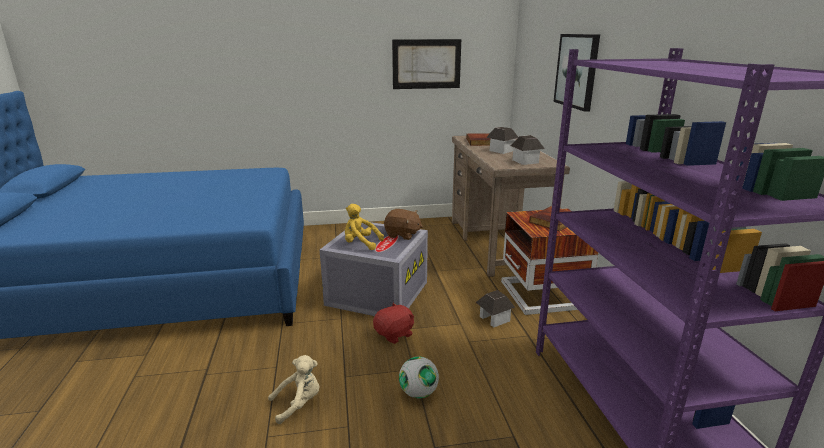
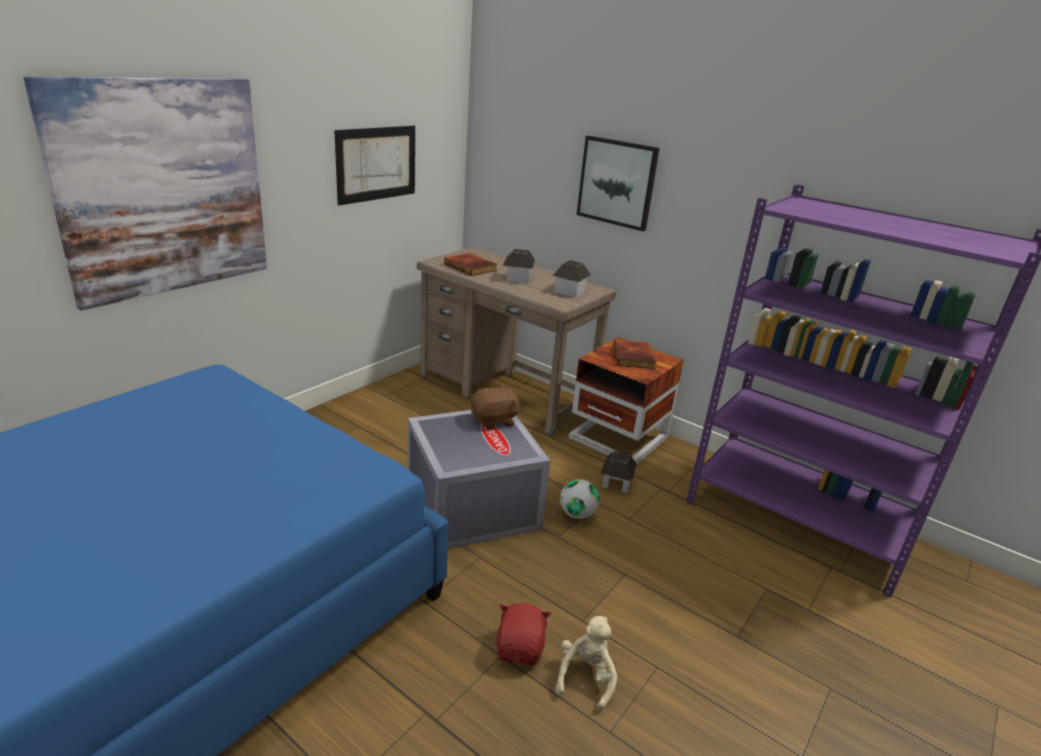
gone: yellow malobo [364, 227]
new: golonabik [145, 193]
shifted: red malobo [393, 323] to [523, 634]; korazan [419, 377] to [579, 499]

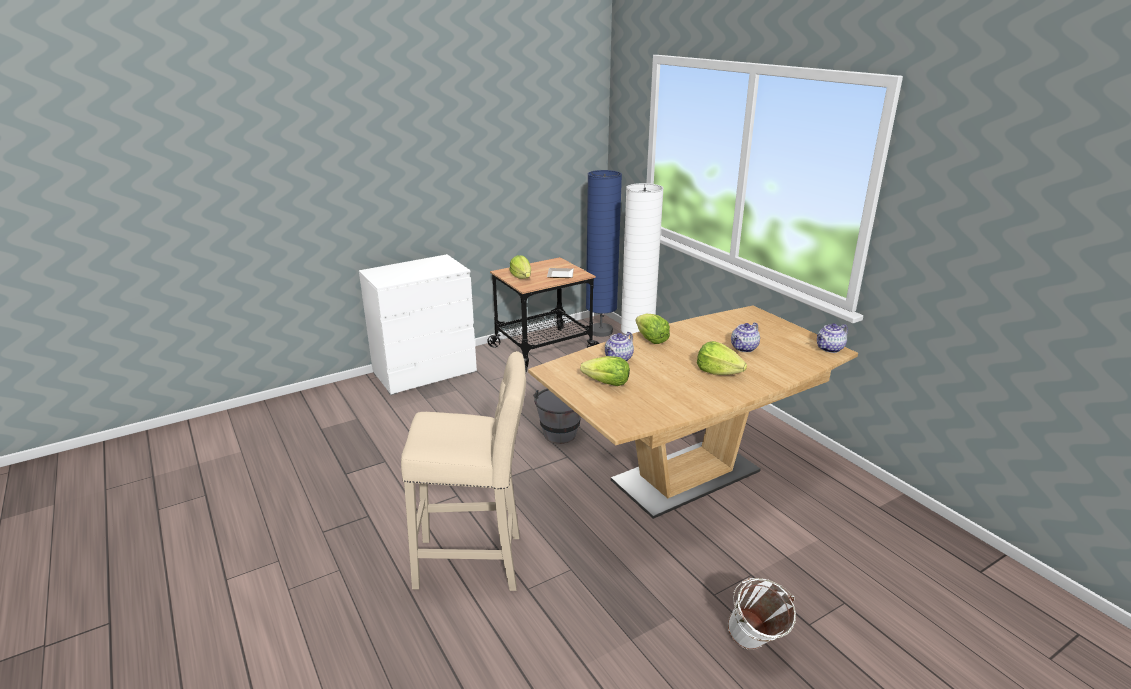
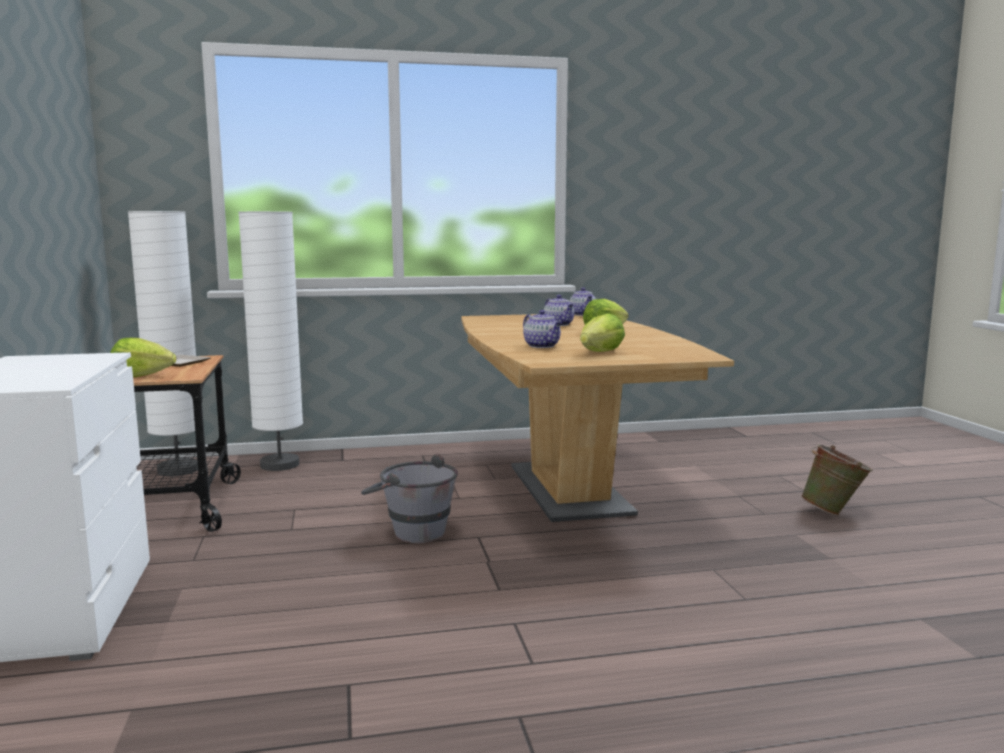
gone: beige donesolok [463, 471]; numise [653, 329]
repainted: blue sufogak [604, 253] to white sufogak [163, 344]; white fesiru [761, 614] to green fesiru [837, 480]

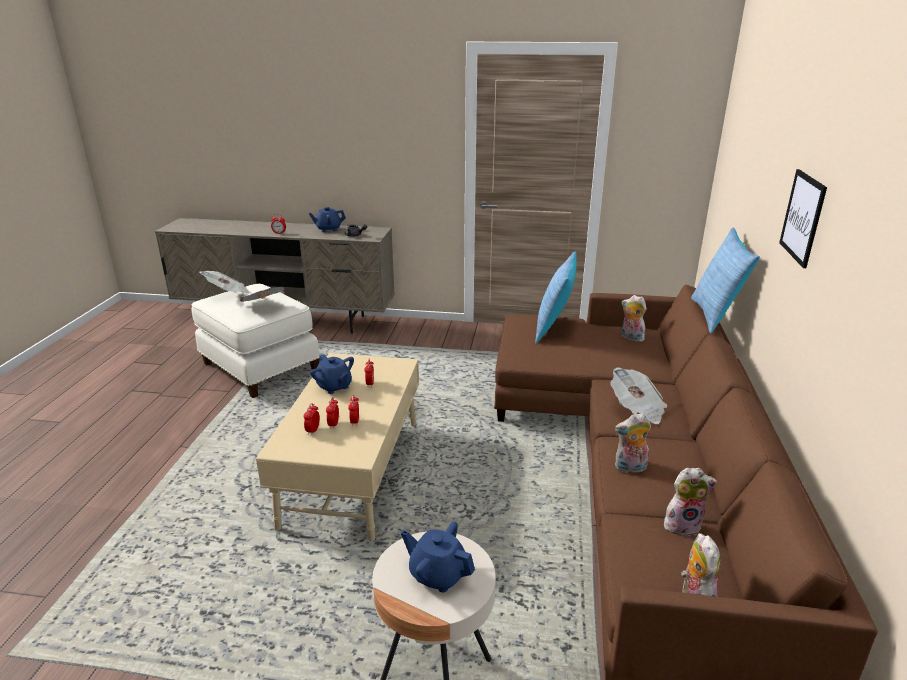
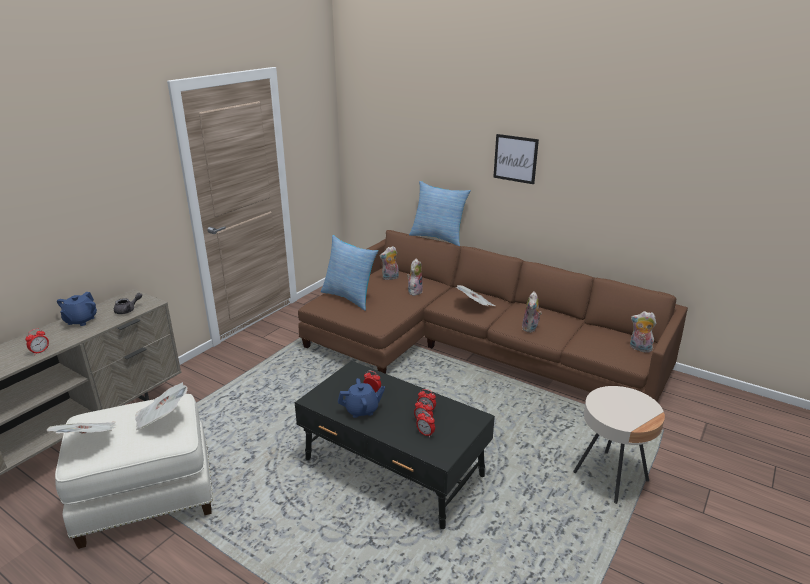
gone: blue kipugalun [438, 557]
shifted: malobo [690, 502] to [415, 277]
repainted: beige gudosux [337, 447] to black gudosux [395, 445]

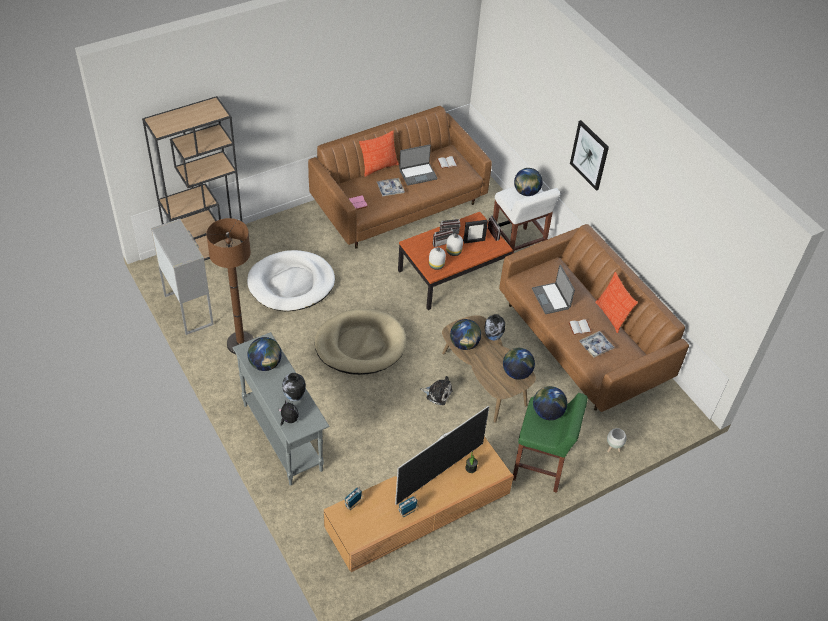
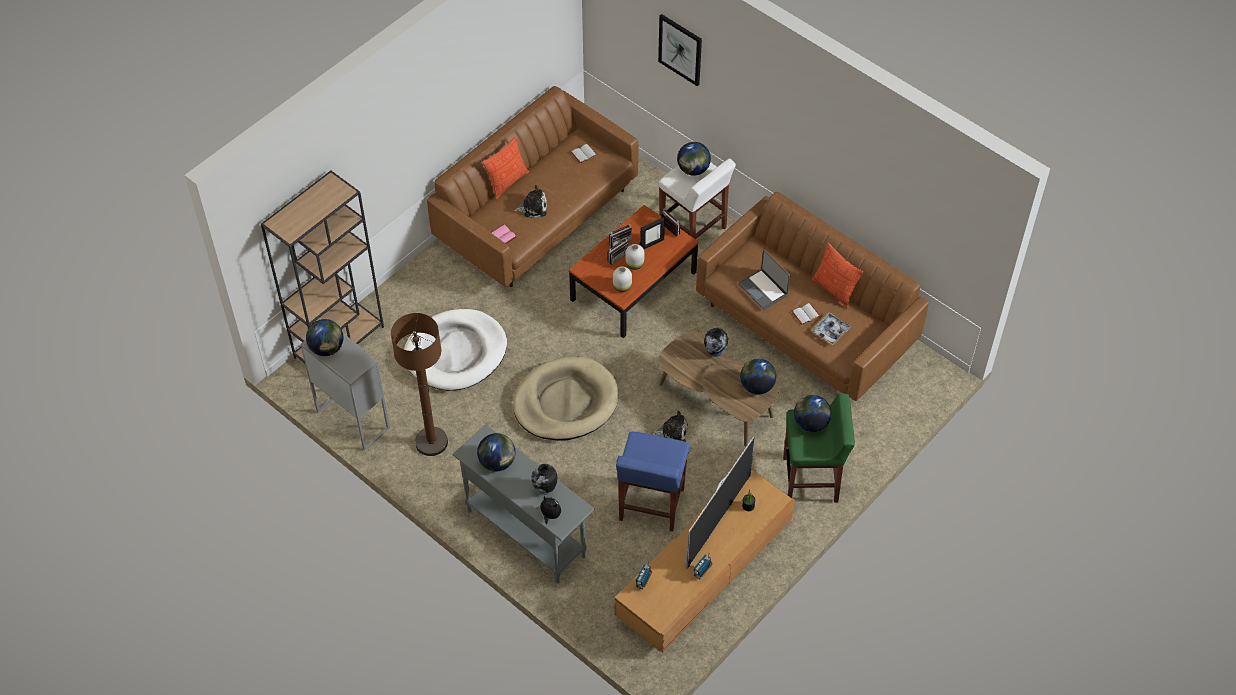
gone: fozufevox [418, 165]; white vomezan [616, 440]
new: blue donesolok [652, 481]
shifted: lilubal [465, 334] to [324, 337]; golonabik [589, 155] to [680, 50]
swapped: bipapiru [391, 187] to malobo [530, 201]

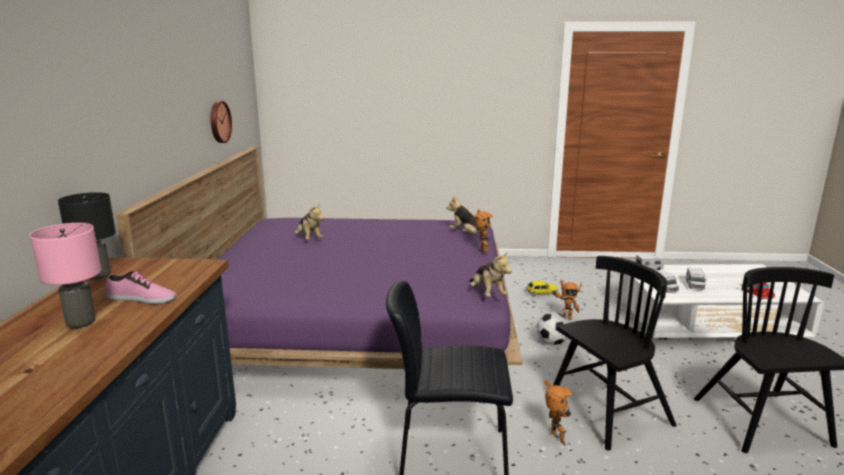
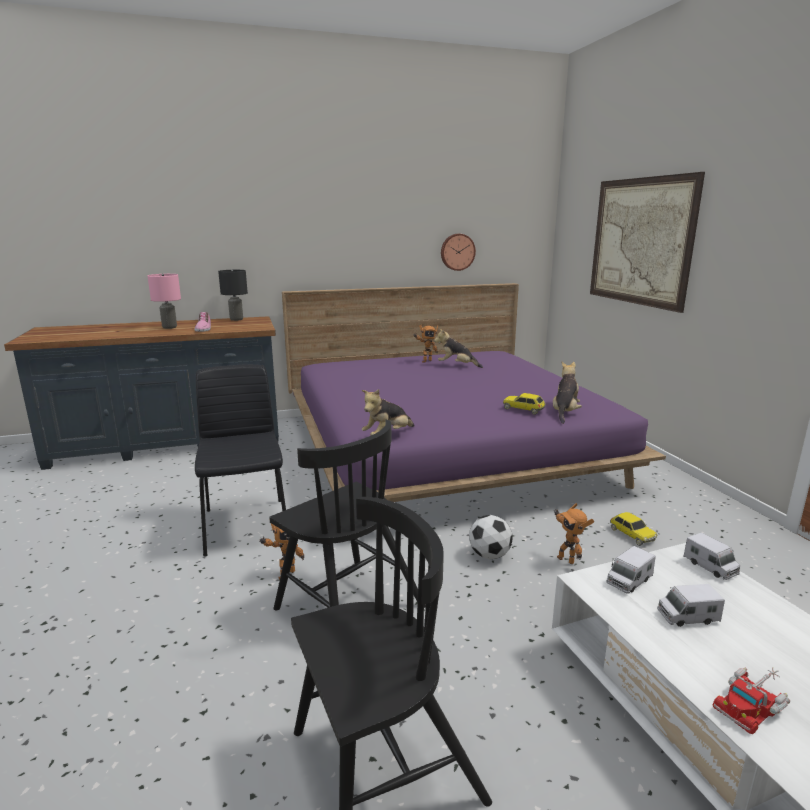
new: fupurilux [524, 404]; golonabik [647, 242]
shifted: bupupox [484, 231] to [426, 343]
rotated: malobo [309, 222] = [458, 348] 75 degrees clockwise

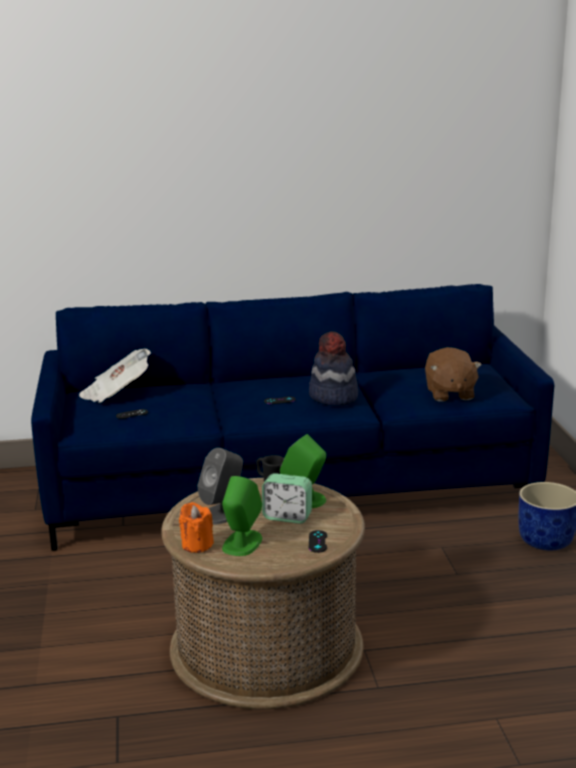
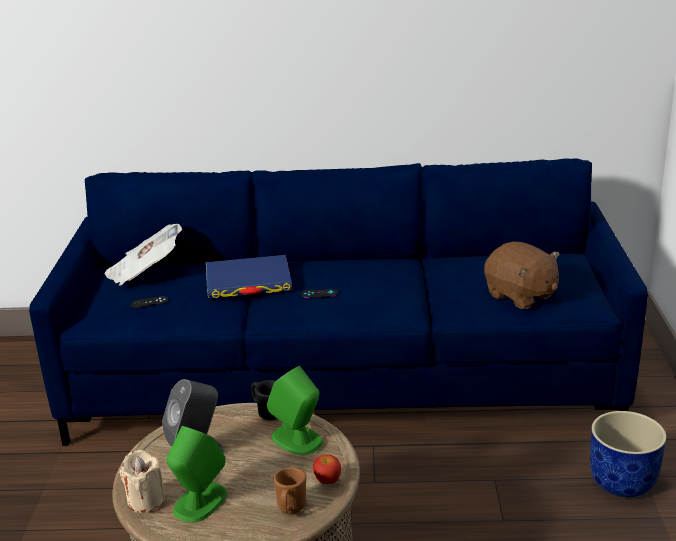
gone: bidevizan [287, 498]; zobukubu [333, 368]
new: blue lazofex [249, 276]; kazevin [327, 469]
swapped: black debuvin [318, 541] to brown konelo [290, 490]
repainted: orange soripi [196, 527] to beige soripi [143, 481]
rotated: brown malobo [453, 374] = [521, 275] 45 degrees counterclockwise

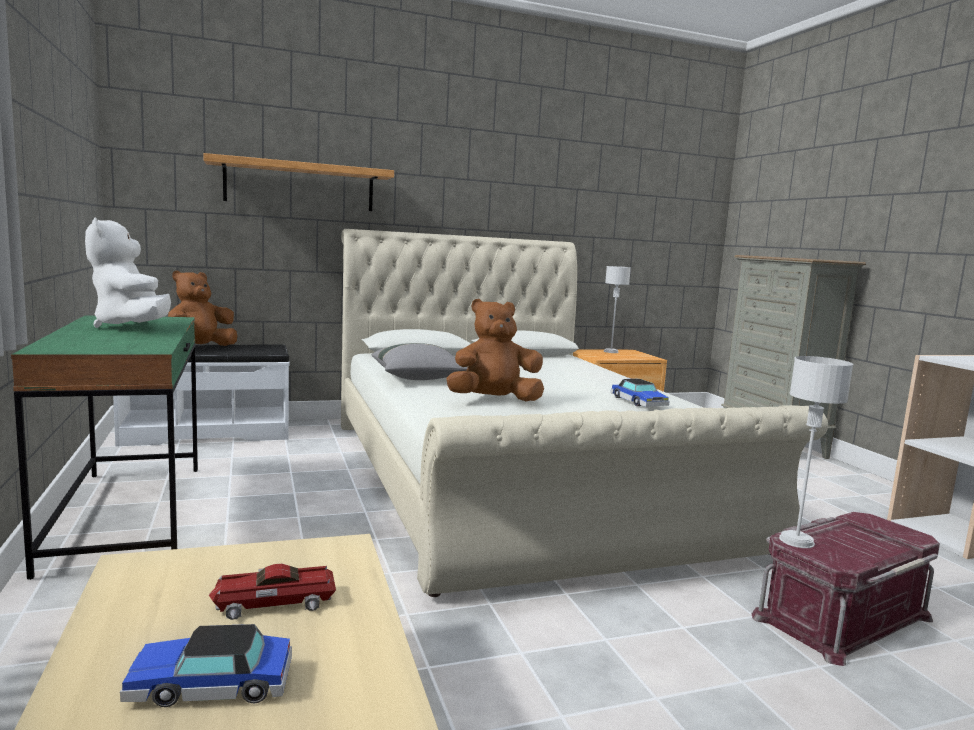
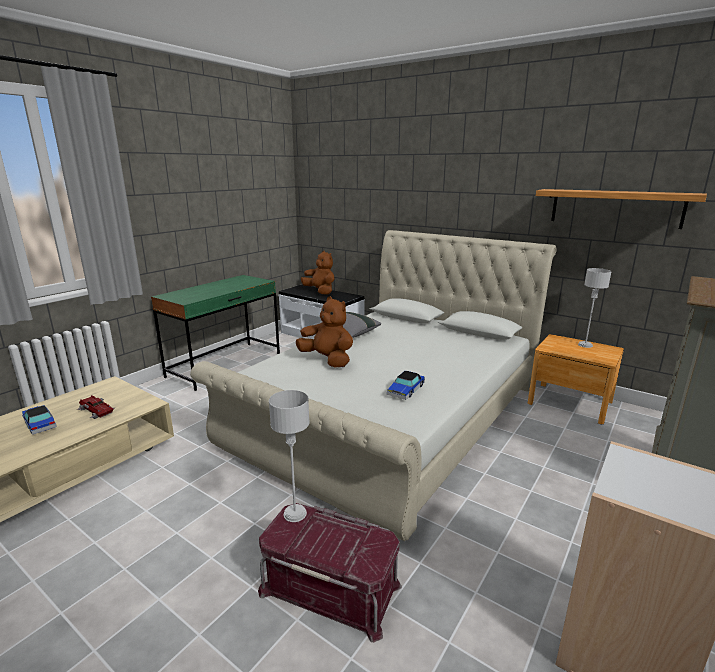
gone: white malobo [128, 273]
shifted: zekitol [299, 182] to [621, 209]
rotated: brown malobo [202, 308] = [318, 273] 45 degrees clockwise

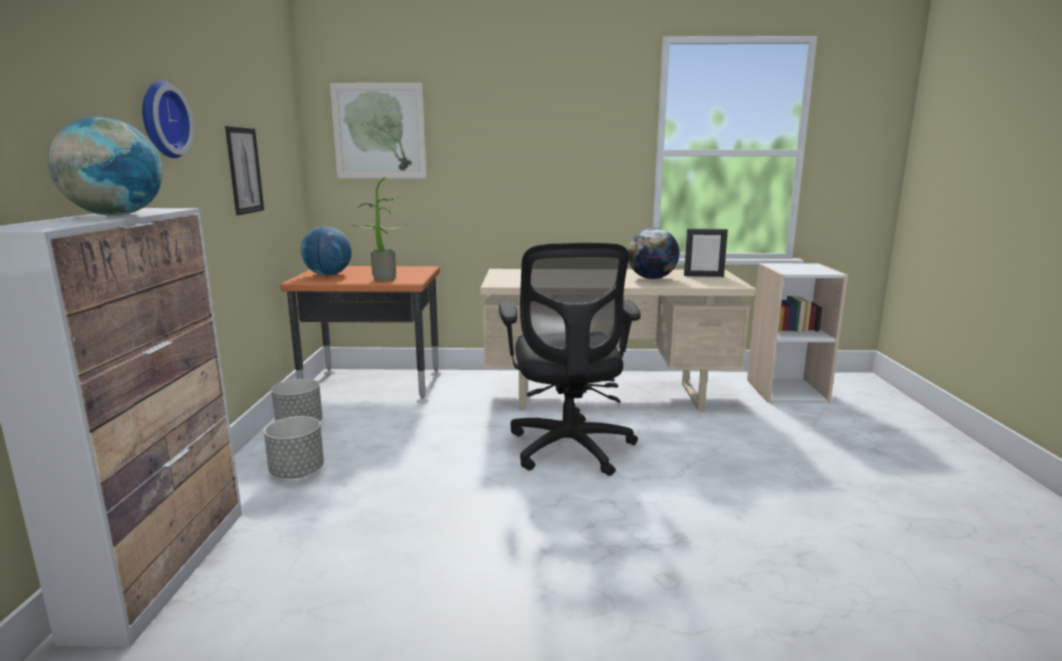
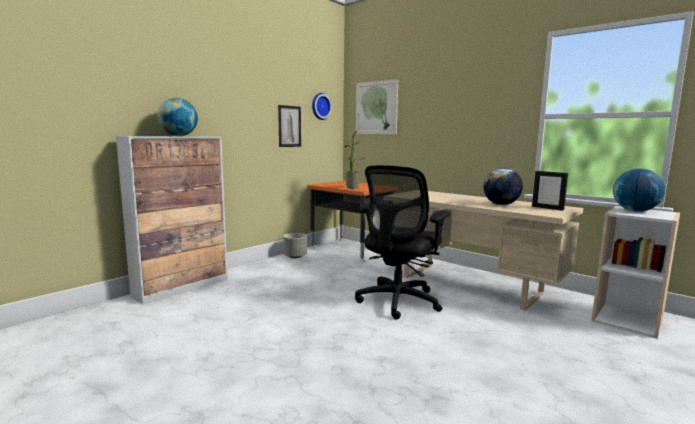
gone: grey vomezan [294, 447]
shifted: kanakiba [168, 119] to [322, 106]; lilubal [326, 251] to [639, 190]

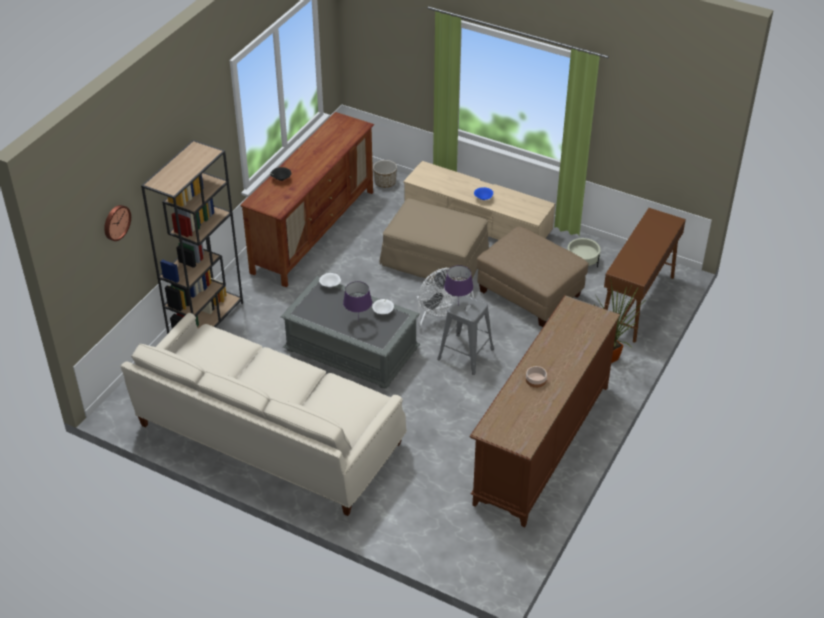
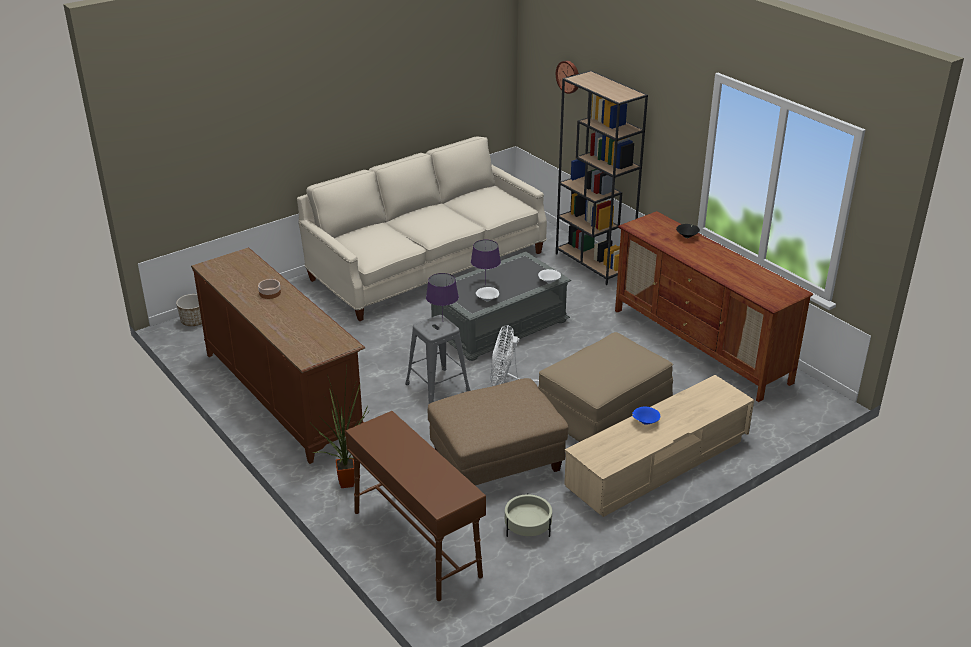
shifted: vomezan [385, 174] to [189, 310]

